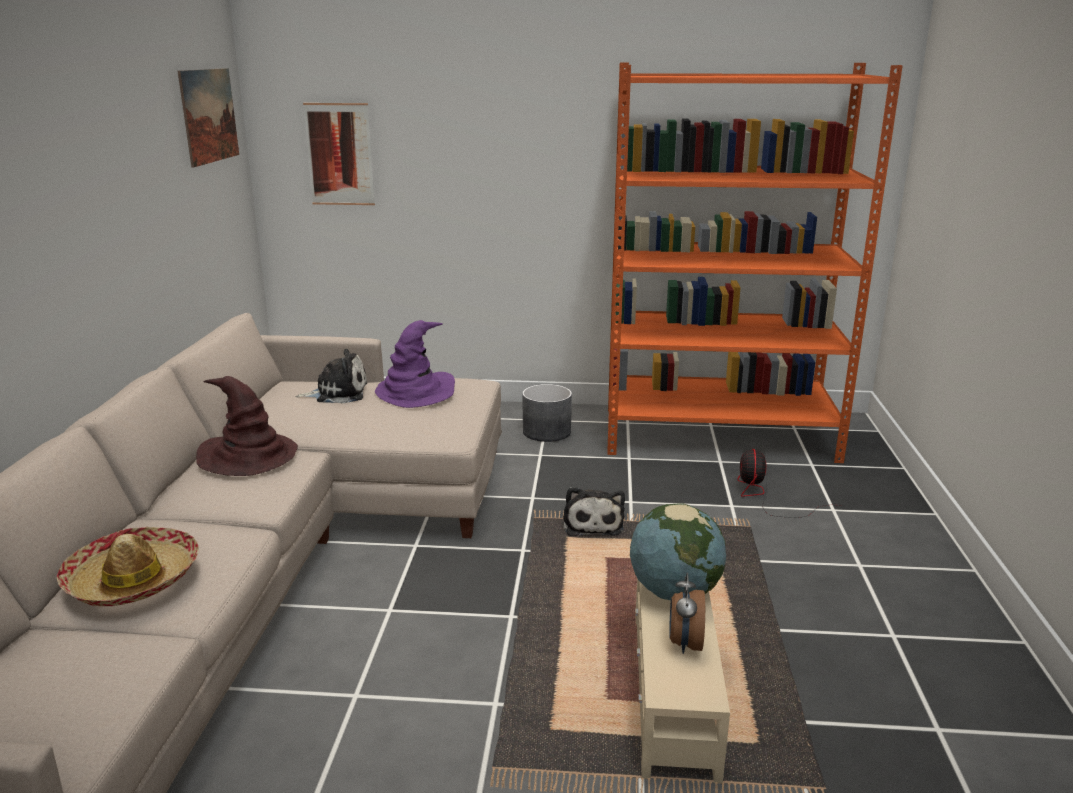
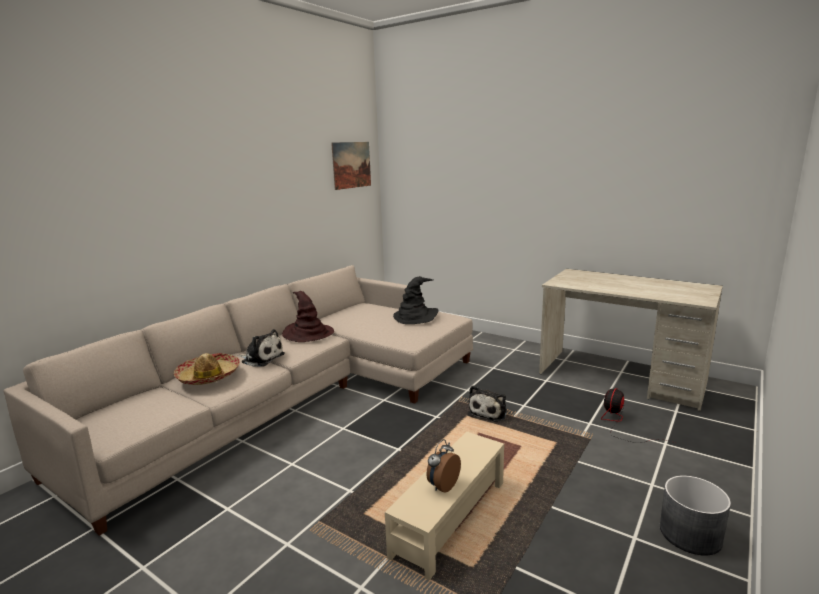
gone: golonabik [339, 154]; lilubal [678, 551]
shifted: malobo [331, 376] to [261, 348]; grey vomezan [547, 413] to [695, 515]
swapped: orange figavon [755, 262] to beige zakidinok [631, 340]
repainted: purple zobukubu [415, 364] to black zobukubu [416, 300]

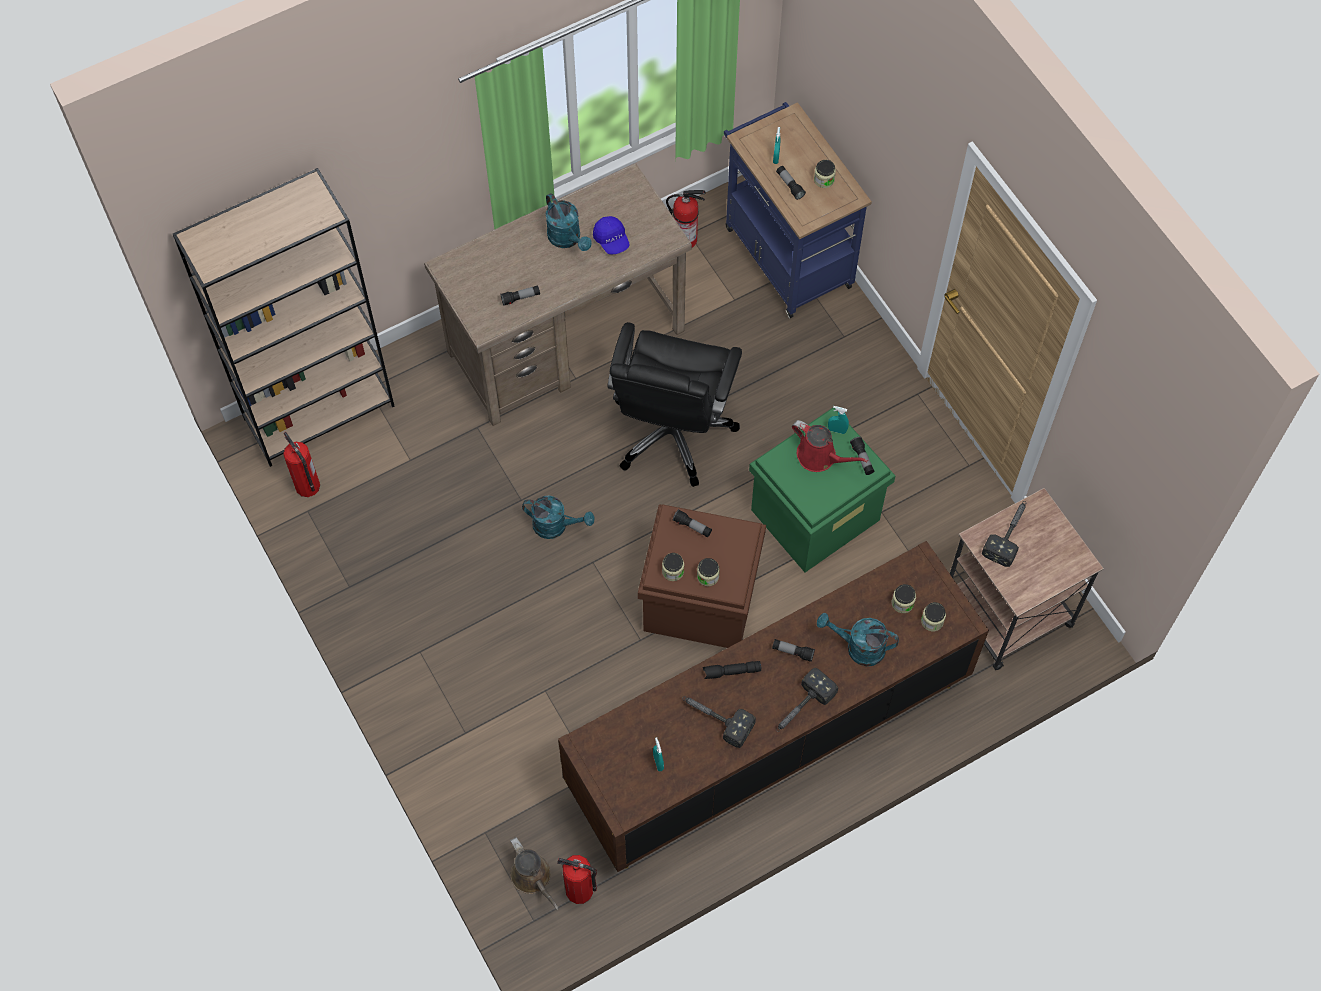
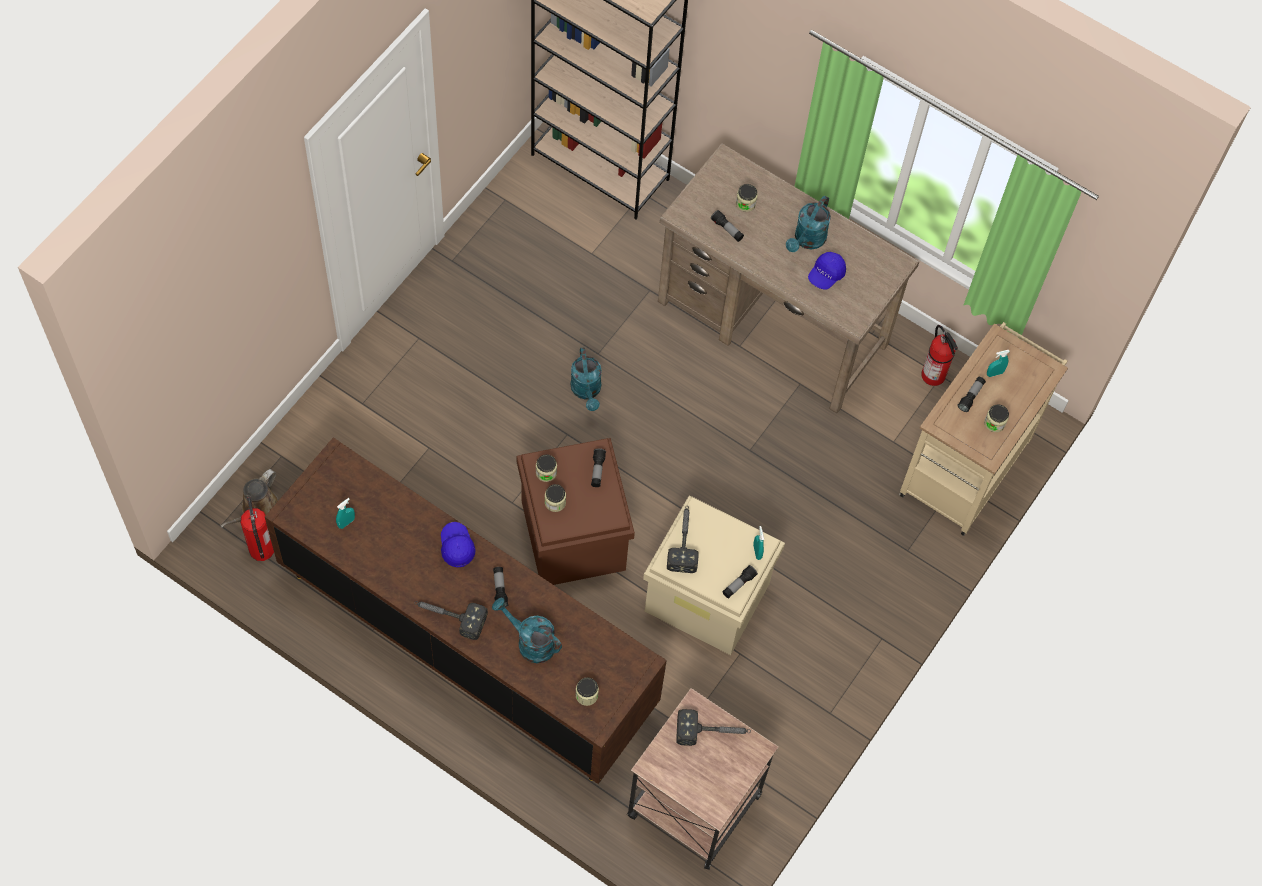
gone: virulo [301, 464]; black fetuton [675, 404]; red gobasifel [830, 446]
shifted: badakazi [719, 722] to [683, 539]; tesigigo [904, 598] to [747, 198]
swapped: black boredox [732, 670] to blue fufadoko [458, 544]
repainted: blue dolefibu [798, 210] to beige dolefibu [983, 429]; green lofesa [822, 490] to beige lofesa [714, 575]
rotated: turquoise gobasifel [858, 639] = [527, 630] 45 degrees counterclockwise

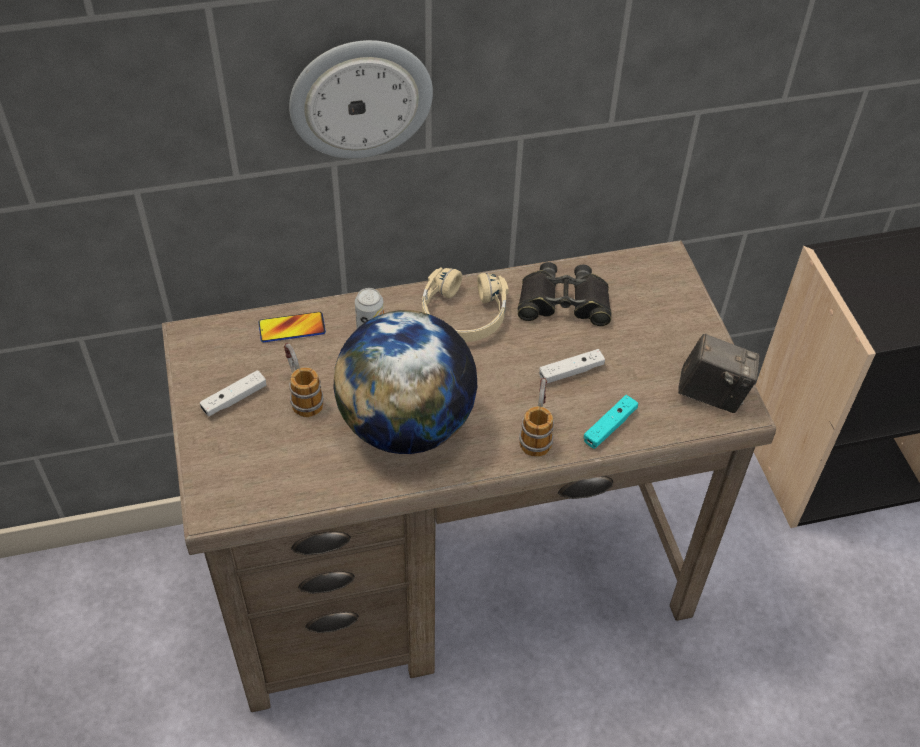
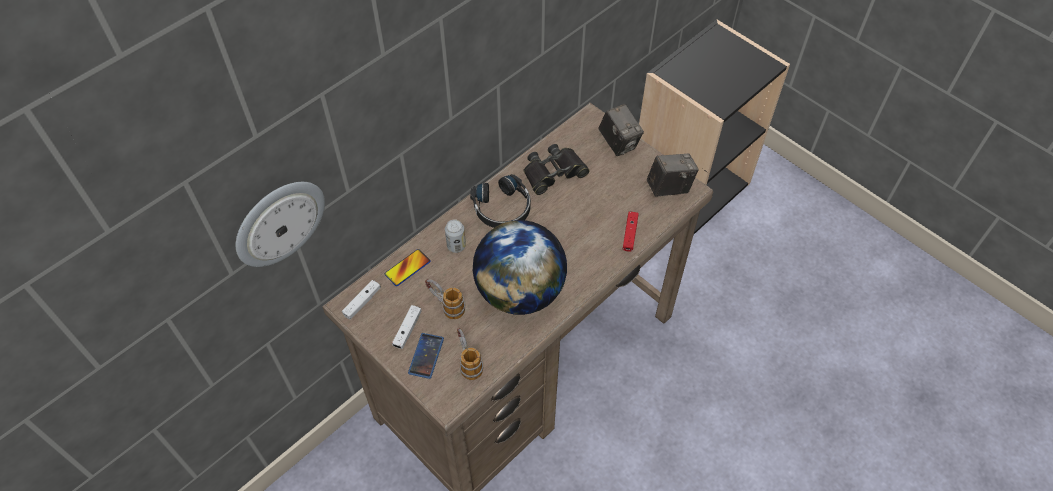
new: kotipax [426, 356]; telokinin [621, 130]
shifted: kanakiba [361, 99] to [280, 224]; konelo [536, 417] to [470, 354]; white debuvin [572, 366] to [361, 300]
repainted: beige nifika [465, 304] to black nifika [500, 201]; turquoise debuvin [611, 422] to red debuvin [631, 231]

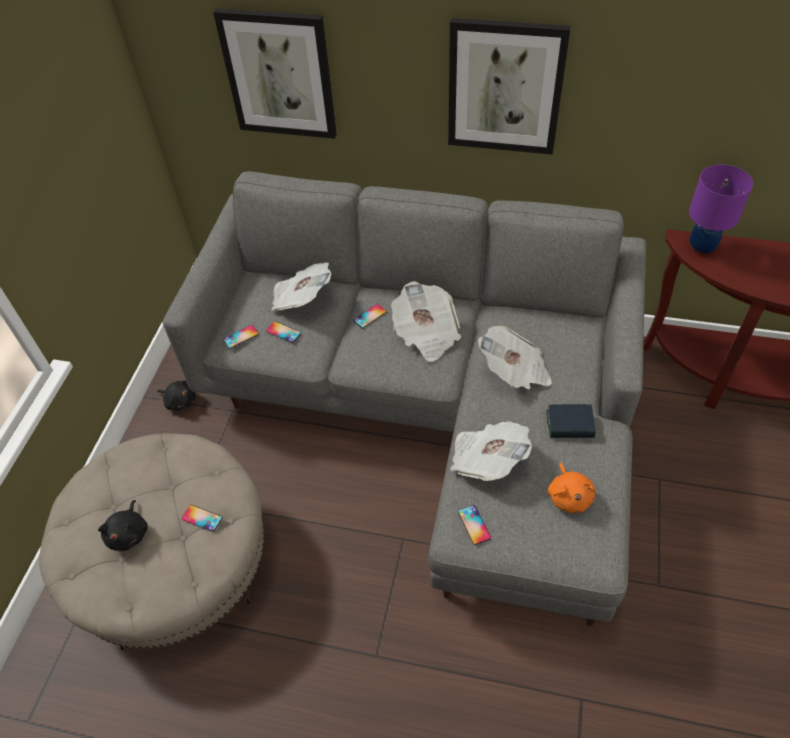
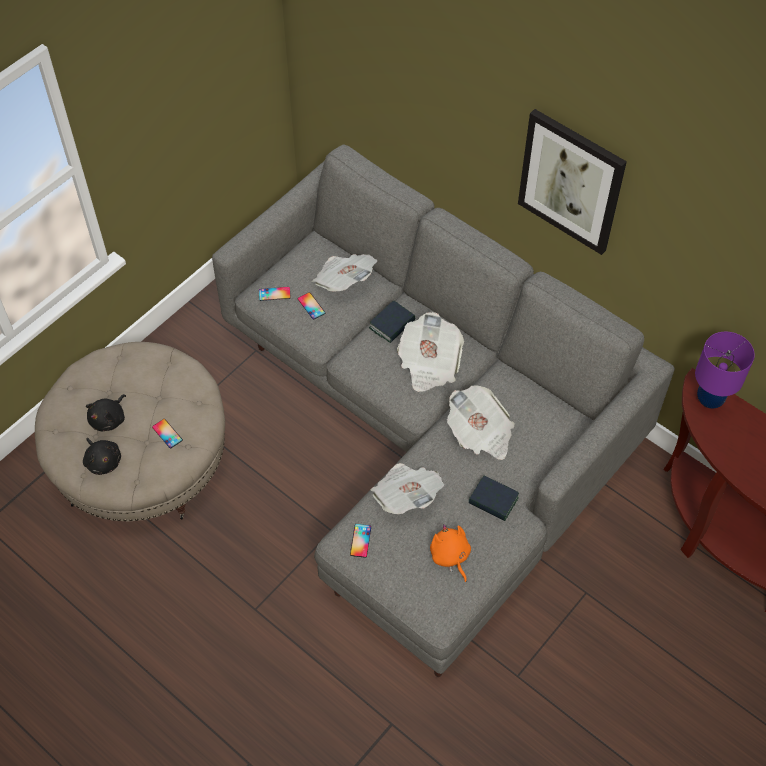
gone: golonabik [275, 73]
shifted: black malobo [176, 395] to [102, 456]
swapped: kotipax [370, 316] to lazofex [392, 321]
rotated: orange malobo [572, 488] = [450, 553] 135 degrees clockwise

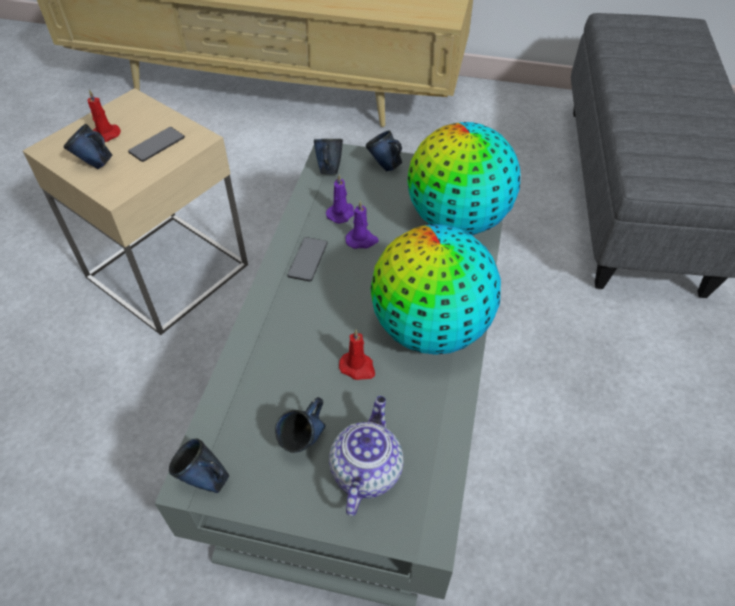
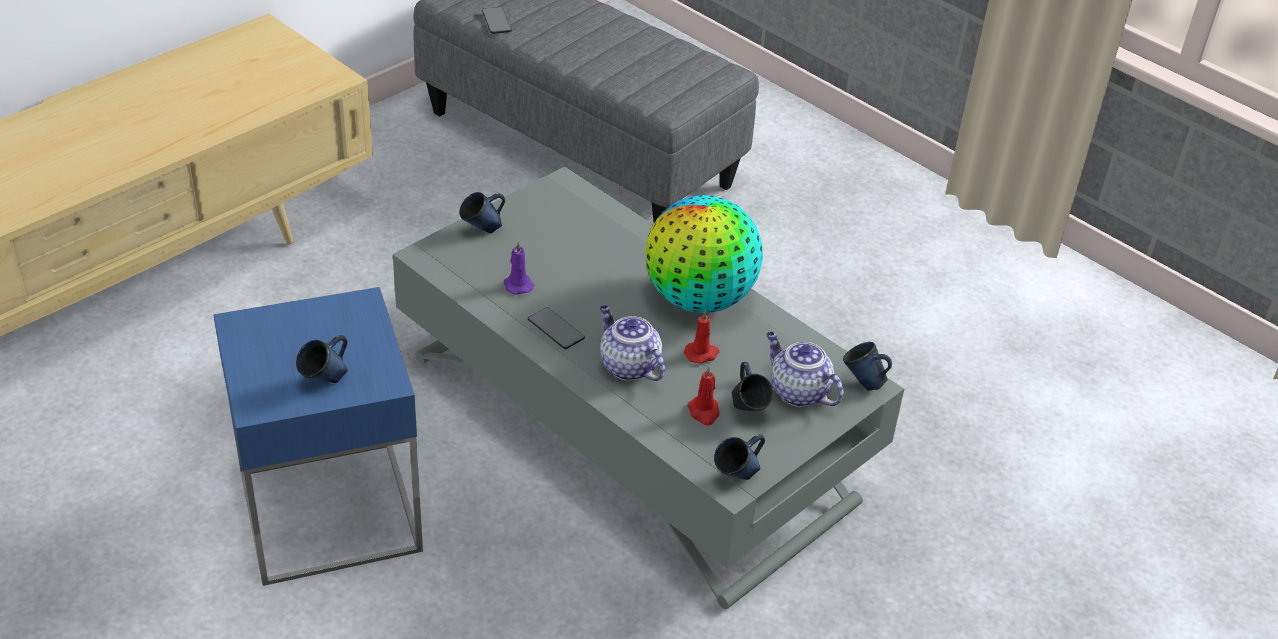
gone: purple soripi [362, 224]; lilubal [464, 178]
new: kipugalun [632, 343]
shifted: red soripi [104, 116] to [703, 396]; kotipax [156, 144] to [497, 20]; blue konelo [328, 156] to [867, 366]
repainted: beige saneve [135, 211] to blue saneve [318, 436]

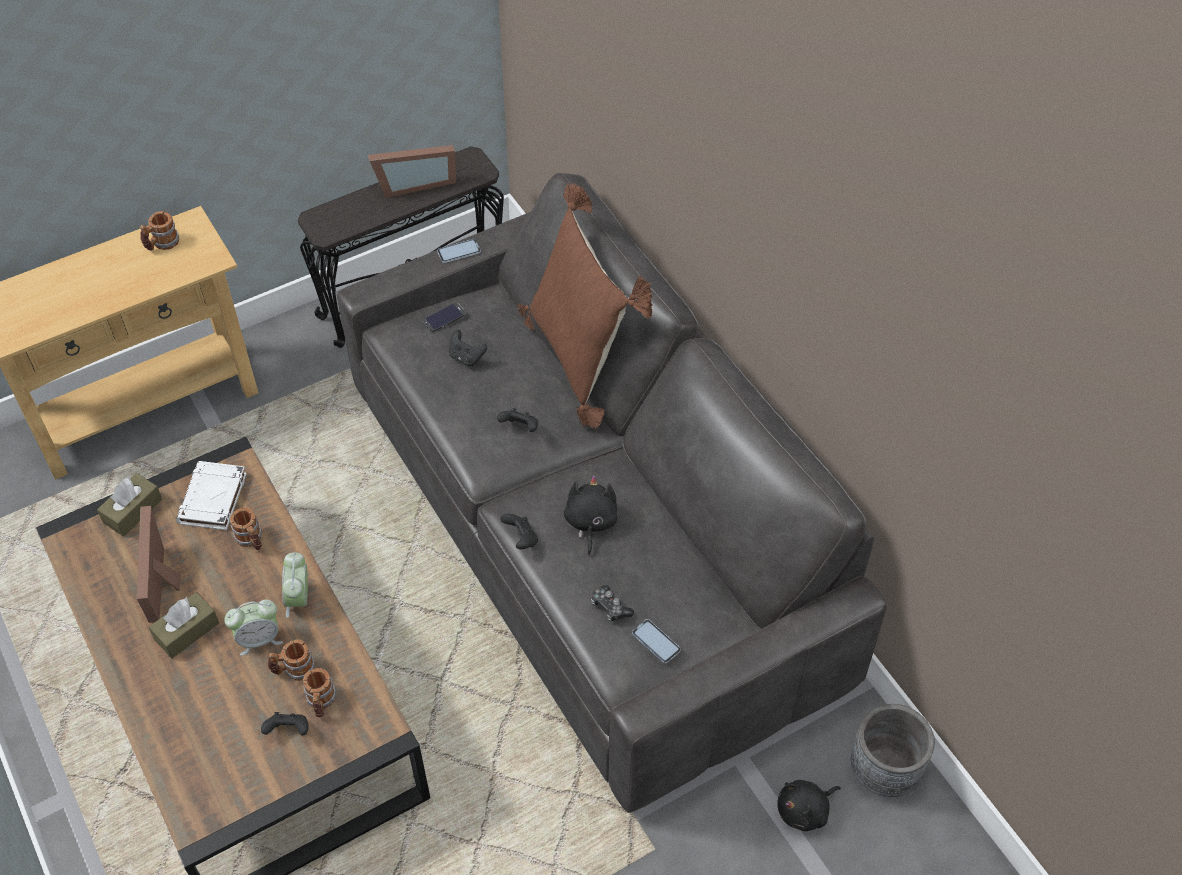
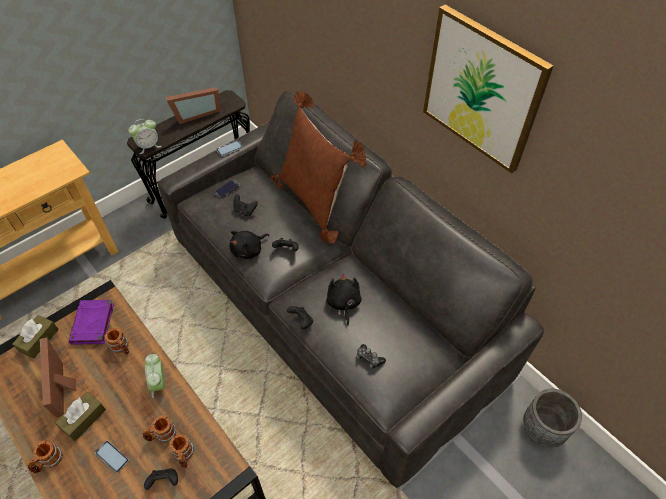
new: golonabik [488, 89]
shifted: konelo [159, 231] to [44, 456]; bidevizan [253, 627] to [144, 136]; kotipax [656, 641] to [112, 457]; black malobo [809, 805] to [249, 245]
repainted: white lazofex [211, 495] to purple lazofex [91, 322]

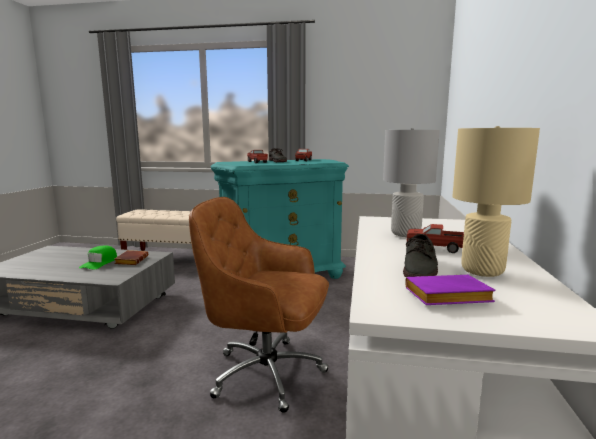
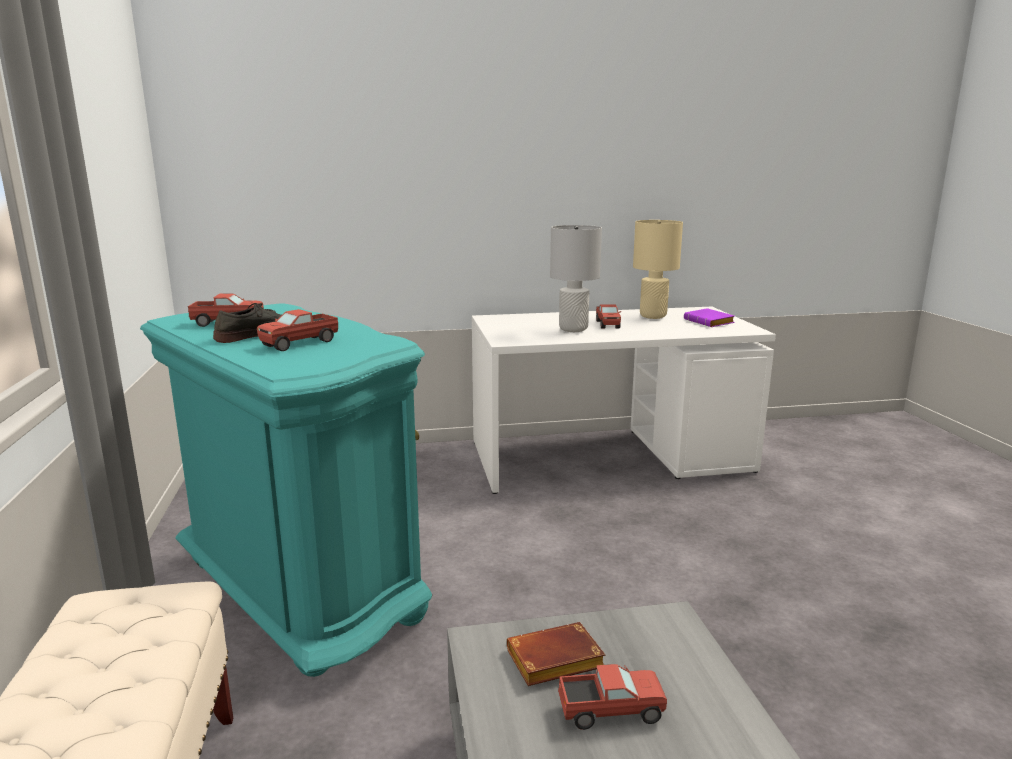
gone: brown fetuton [259, 305]; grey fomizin [420, 255]
swapped: green fufadoko [98, 257] to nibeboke [612, 697]

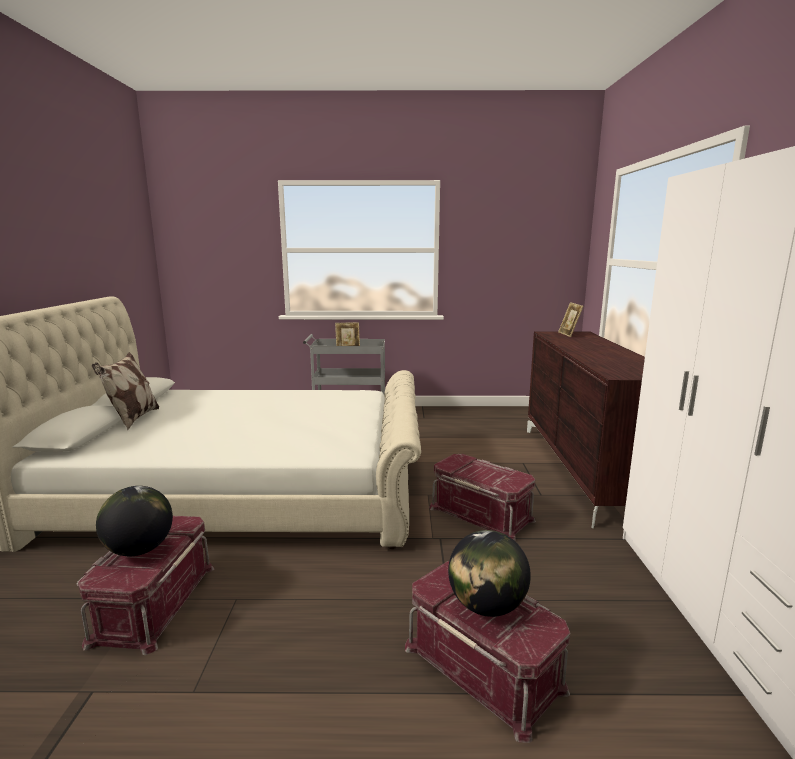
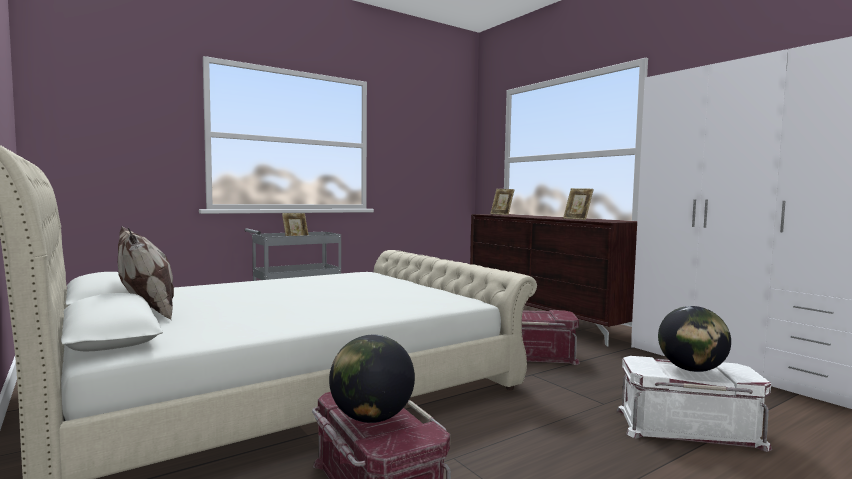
new: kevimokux [578, 204]
repainted: red lofesa [488, 652] to white lofesa [694, 404]

